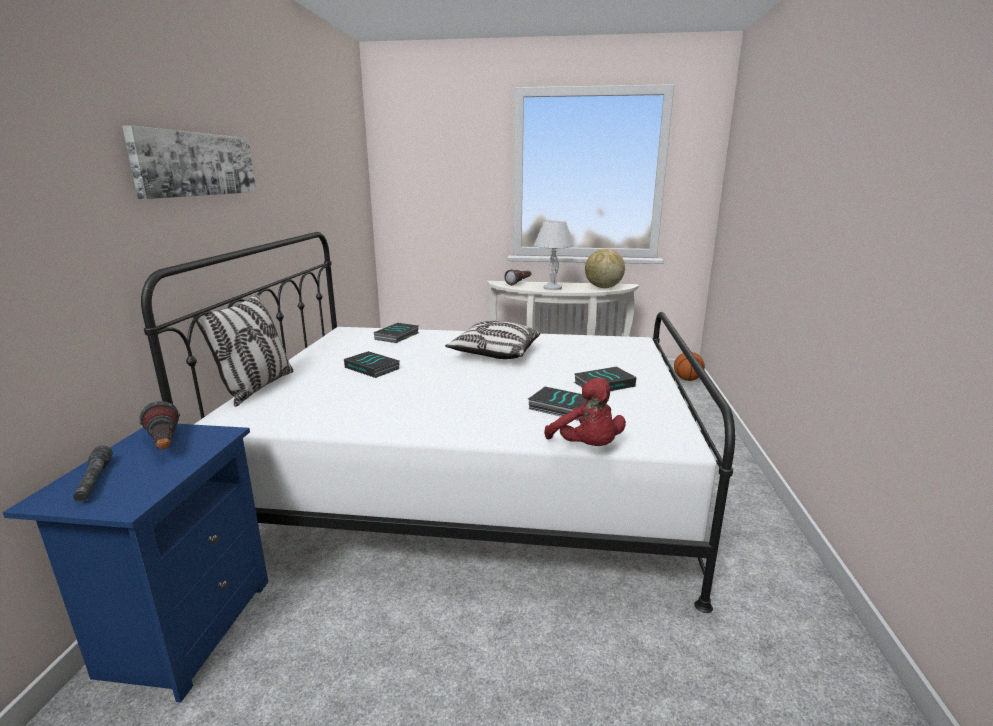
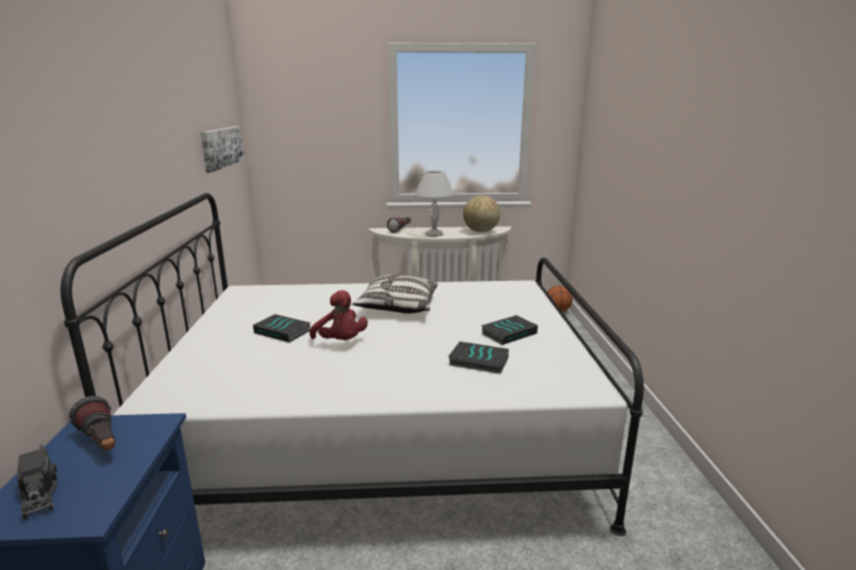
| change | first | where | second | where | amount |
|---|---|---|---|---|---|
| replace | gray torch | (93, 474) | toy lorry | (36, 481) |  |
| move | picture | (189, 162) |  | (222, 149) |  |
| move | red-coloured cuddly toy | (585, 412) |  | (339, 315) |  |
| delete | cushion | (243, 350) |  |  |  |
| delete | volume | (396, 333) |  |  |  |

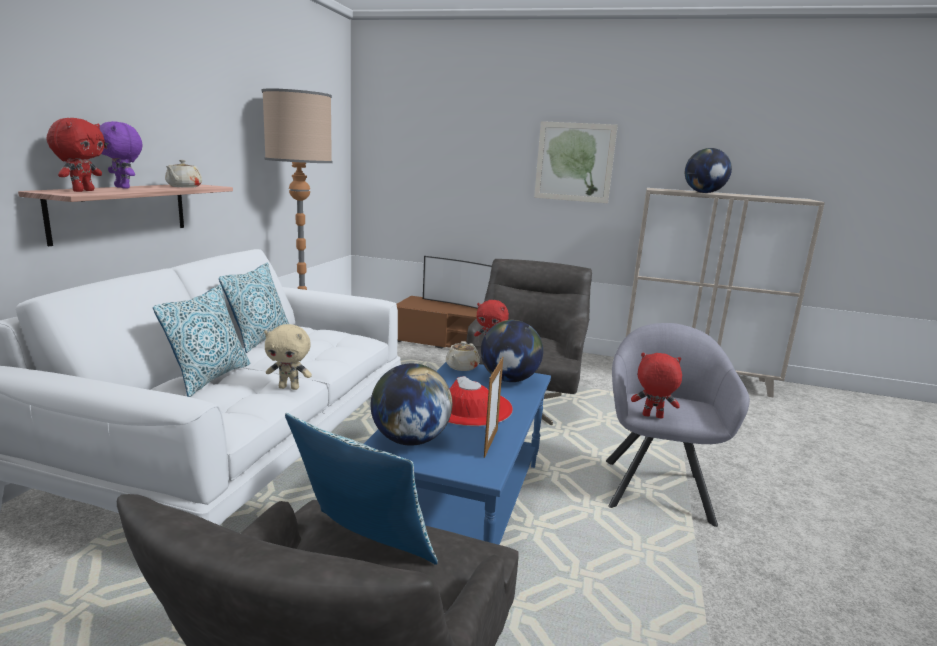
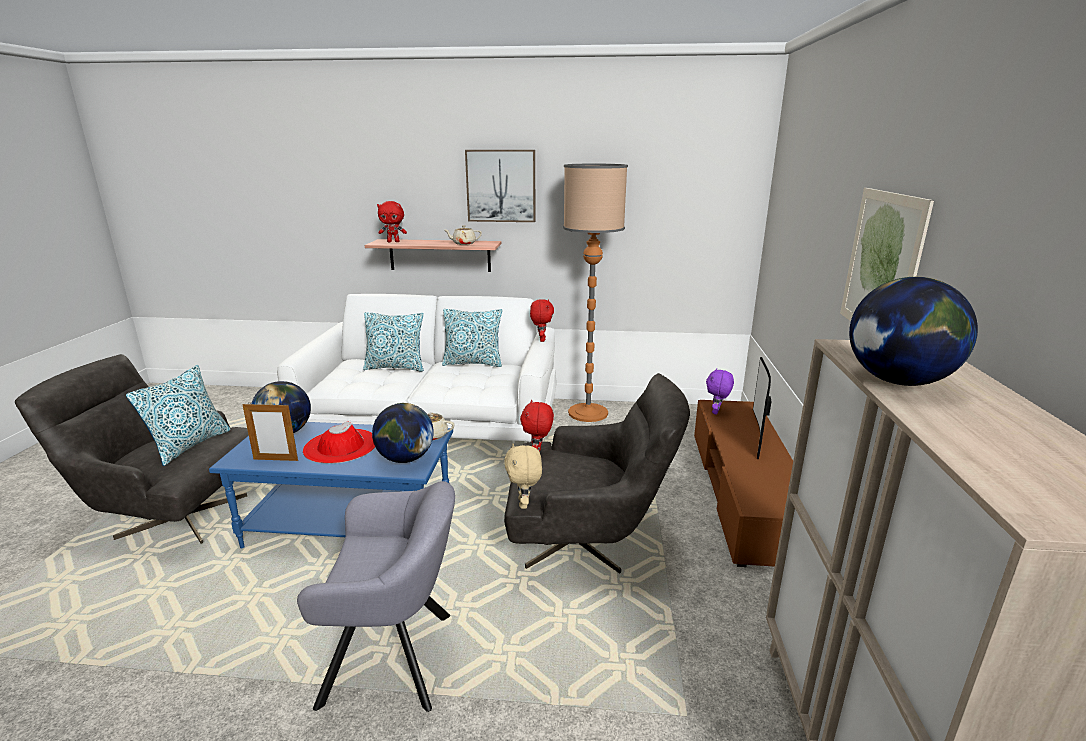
| change | first | where | second | where | amount |
|---|---|---|---|---|---|
| insert |  |  | picture | (500, 186) |  |
| move | beige-coloured cuddly toy | (288, 357) |  | (523, 476) |  |
| move | red-coloured cuddly toy | (656, 385) |  | (542, 320) |  |
| move | purple cuddly toy | (121, 155) |  | (720, 391) |  |

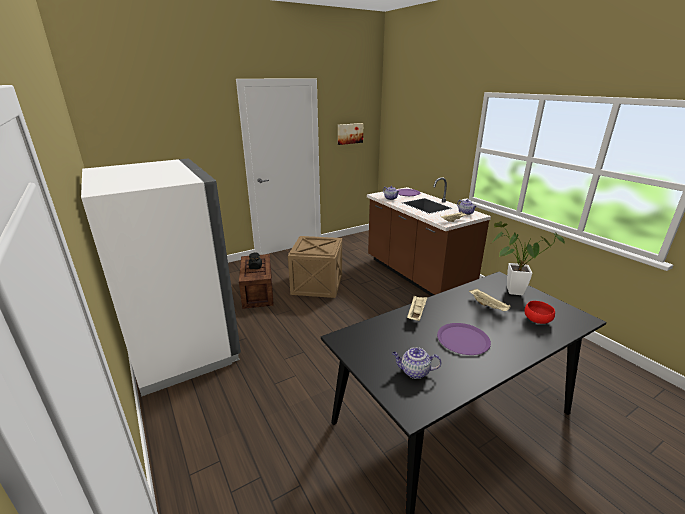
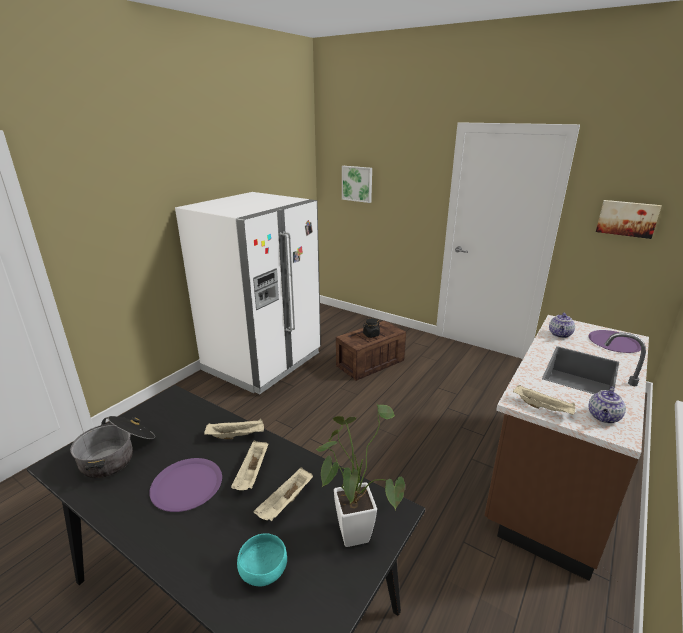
| change | first | where | second | where | amount |
|---|---|---|---|---|---|
| replace | pot for tea | (416, 363) | saucepot | (112, 447) |  |
| insert |  |  | beige-coloured tray | (249, 465) |  |
| recolor | red-coloured serving bowl | (540, 312) | turquoise-coloured serving bowl | (262, 560) |  |
| insert |  |  | picture | (357, 184) |  |
| delete | crate | (315, 267) |  |  |  |

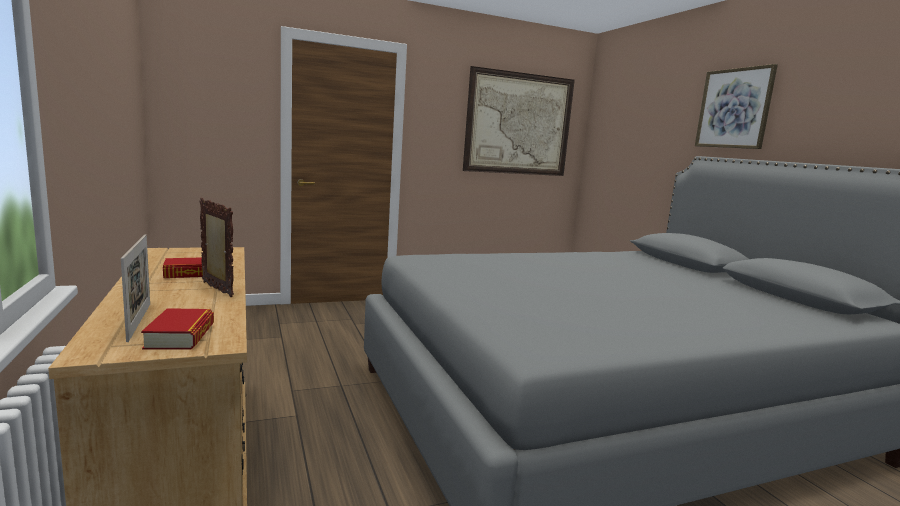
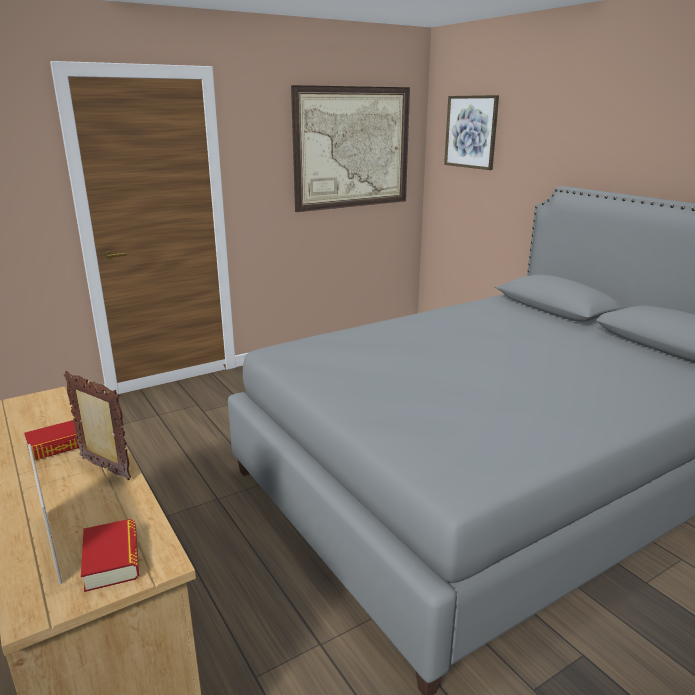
| change | first | where | second | where | amount |
|---|---|---|---|---|---|
| move | picture | (736, 106) |  | (471, 132) |  |

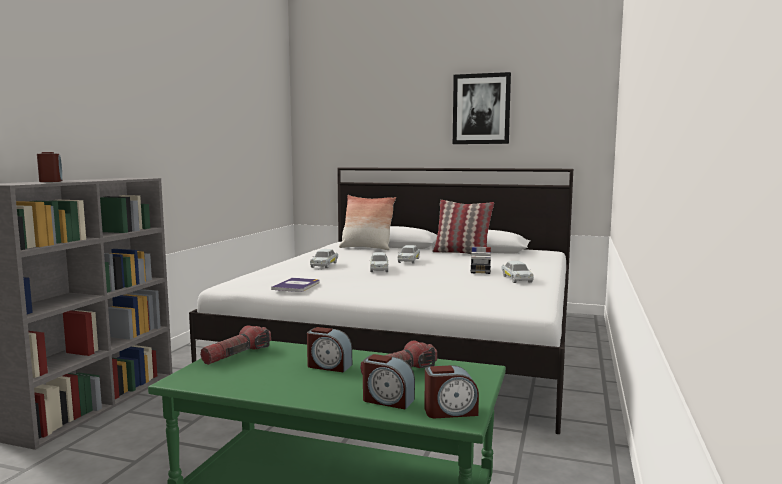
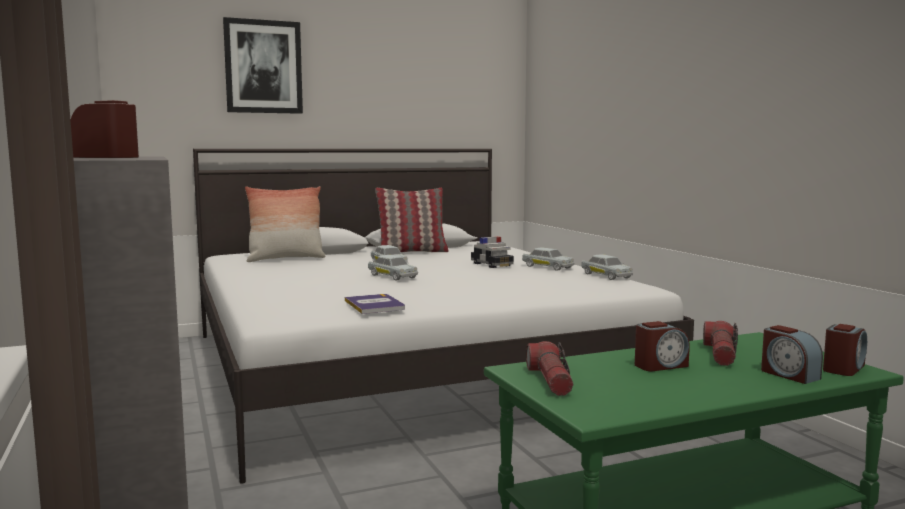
| change | first | where | second | where | amount |
|---|---|---|---|---|---|
| move | picture | (482, 108) |  | (263, 65) |  |
| move | white model car | (324, 258) |  | (607, 267) |  |
| rotate | table clock | (389, 381) |  | (792, 354) | 75 degrees clockwise |

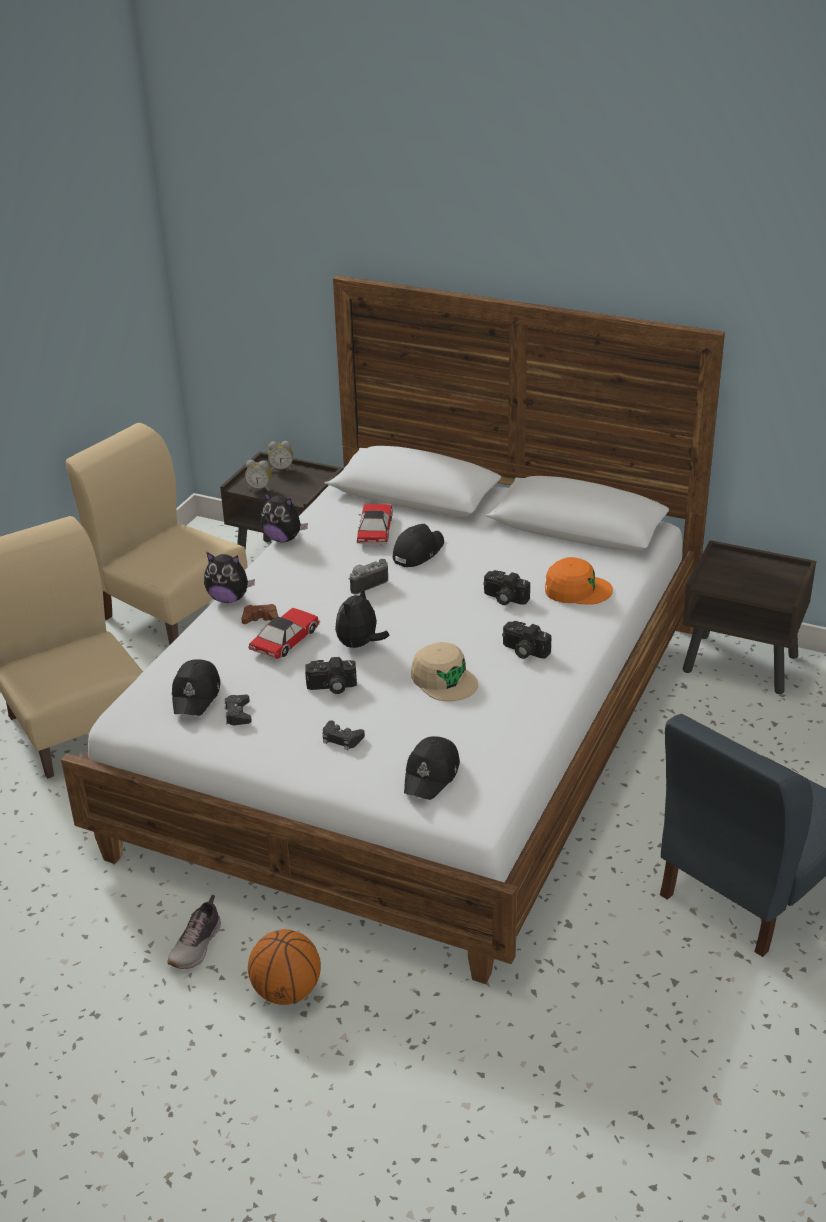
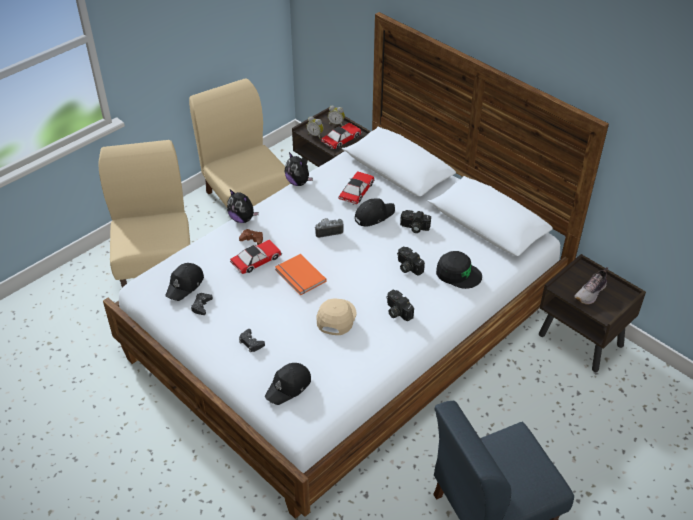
| change | first | where | second | where | amount |
|---|---|---|---|---|---|
| replace | cuddly toy | (362, 617) | orange-coloured volume | (301, 275) |  |
| rotate | beige-coloured peaked cap | (444, 671) |  | (337, 316) | 150 degrees counterclockwise |
| insert |  |  | model car | (341, 136) |  |
| move | photo camera | (331, 675) |  | (415, 221) |  |
| recolor | orange-coloured peaked cap | (579, 581) | black peaked cap | (459, 270) |  |
| move | item of footwear | (194, 932) |  | (591, 285) |  |
| delete | ball for basketball | (284, 967) |  |  |  |

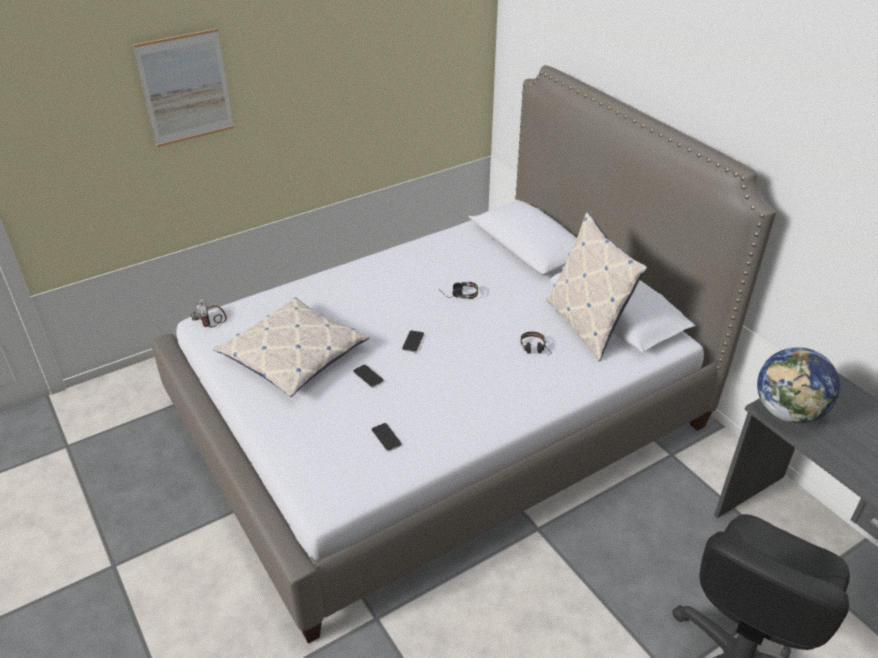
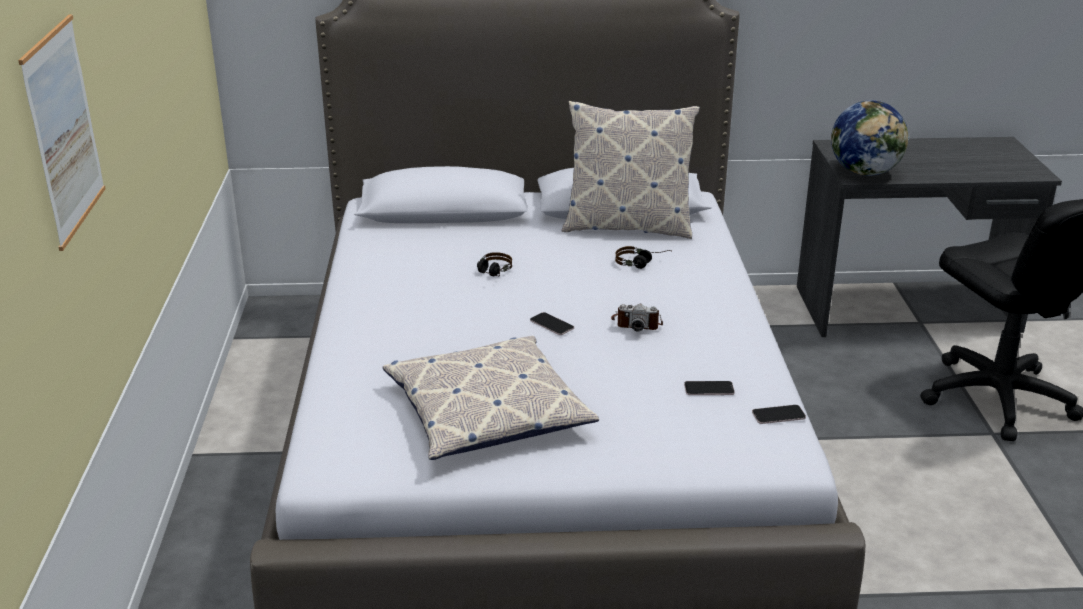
| change | first | where | second | where | amount |
|---|---|---|---|---|---|
| move | photo camera | (208, 313) |  | (637, 317) |  |
| move | telephone | (368, 376) |  | (779, 414) |  |

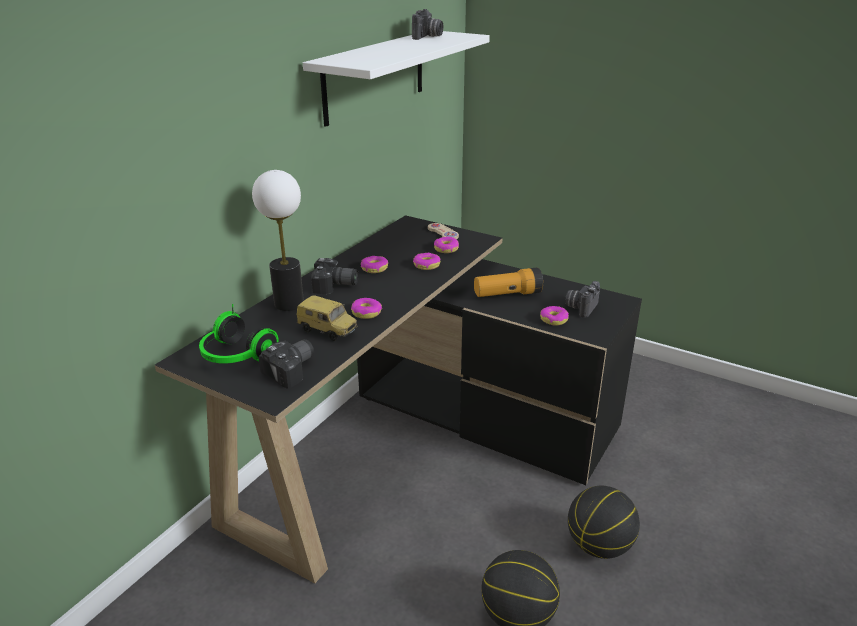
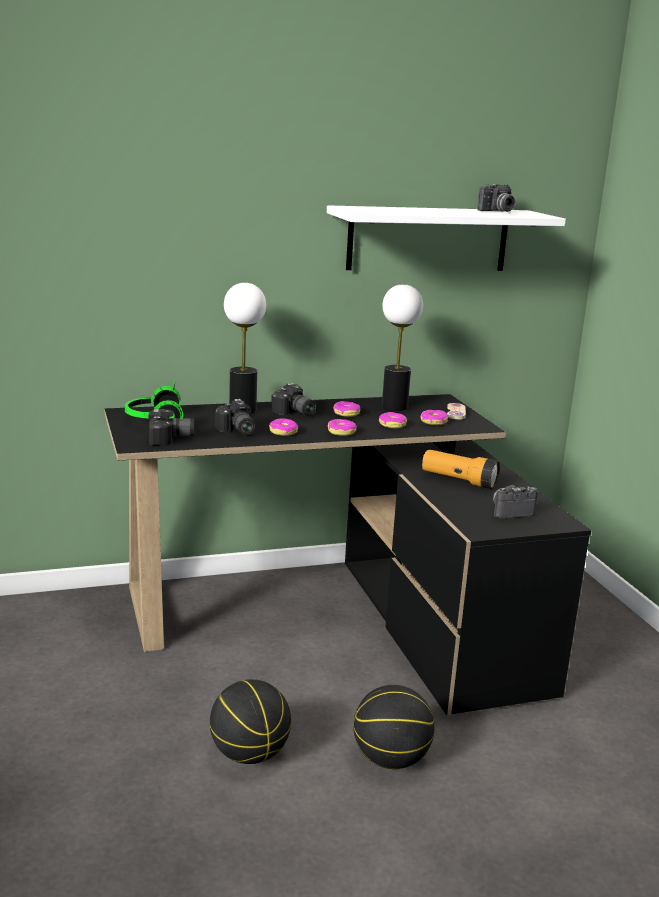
| change | first | where | second | where | amount |
|---|---|---|---|---|---|
| replace | model car | (327, 318) | photo camera | (235, 417) |  |
| move | donut | (554, 315) |  | (342, 427) |  |
| insert |  |  | table lamp | (402, 347) |  |

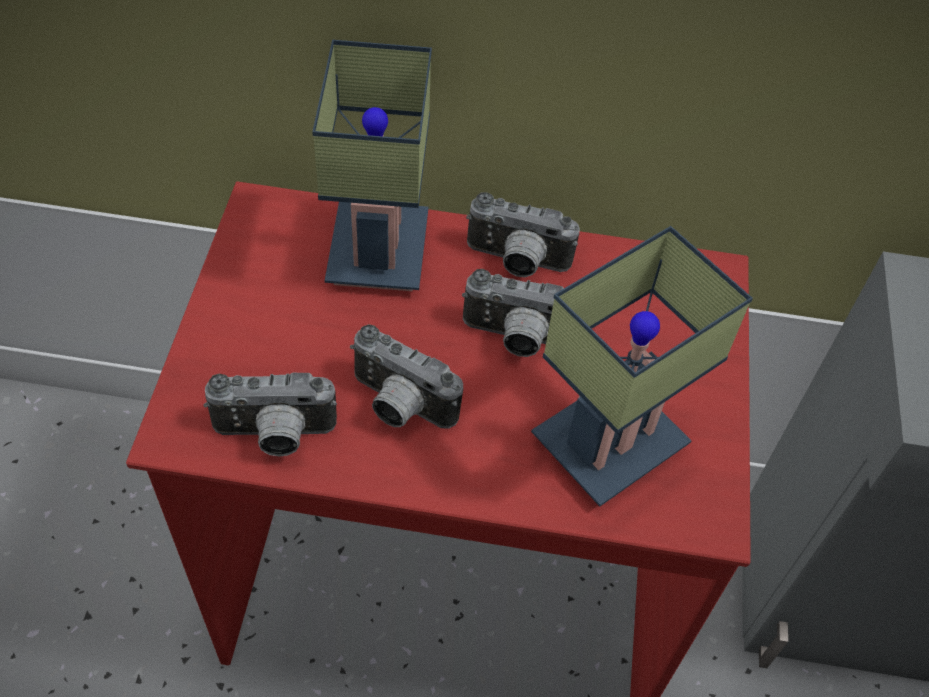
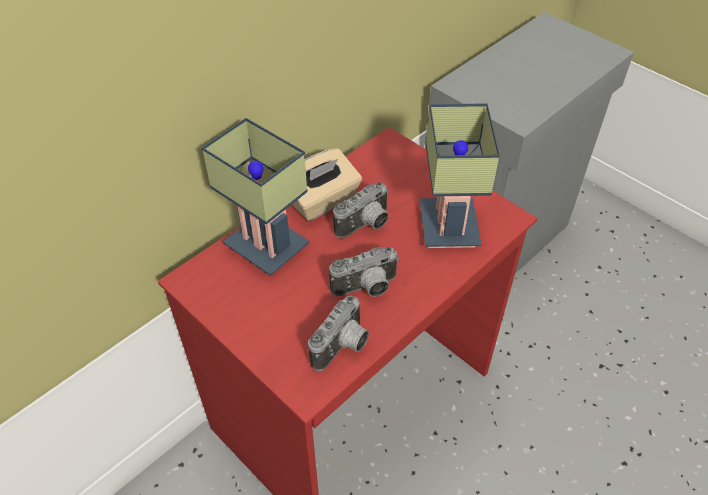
| change | first | where | second | where | amount |
|---|---|---|---|---|---|
| replace | photo camera | (523, 234) | beige-coloured tissue box | (327, 184) |  |

